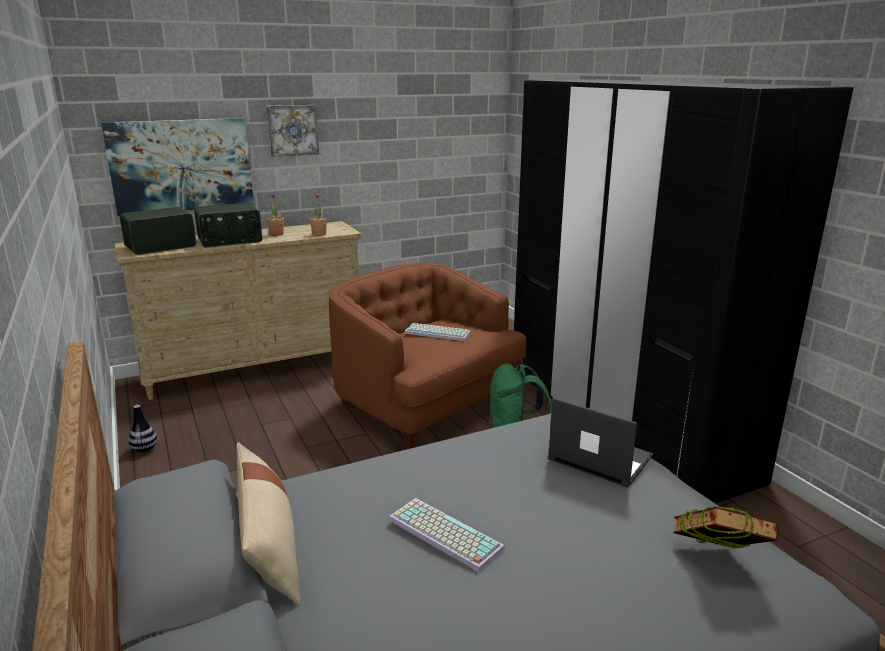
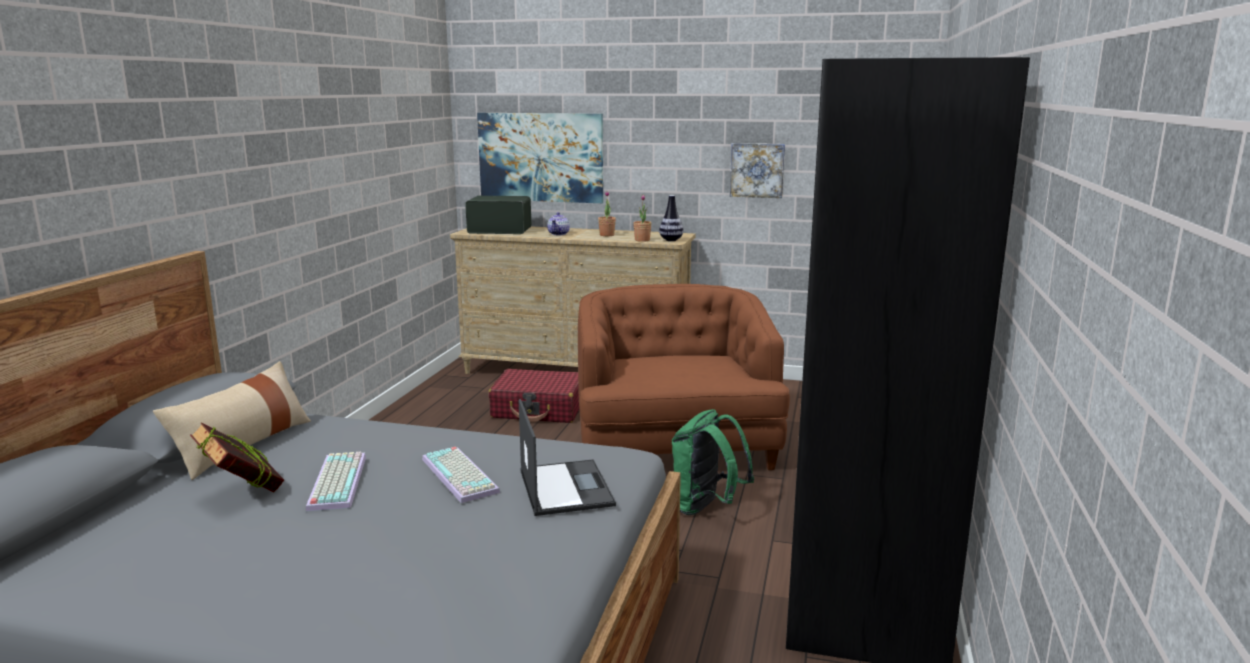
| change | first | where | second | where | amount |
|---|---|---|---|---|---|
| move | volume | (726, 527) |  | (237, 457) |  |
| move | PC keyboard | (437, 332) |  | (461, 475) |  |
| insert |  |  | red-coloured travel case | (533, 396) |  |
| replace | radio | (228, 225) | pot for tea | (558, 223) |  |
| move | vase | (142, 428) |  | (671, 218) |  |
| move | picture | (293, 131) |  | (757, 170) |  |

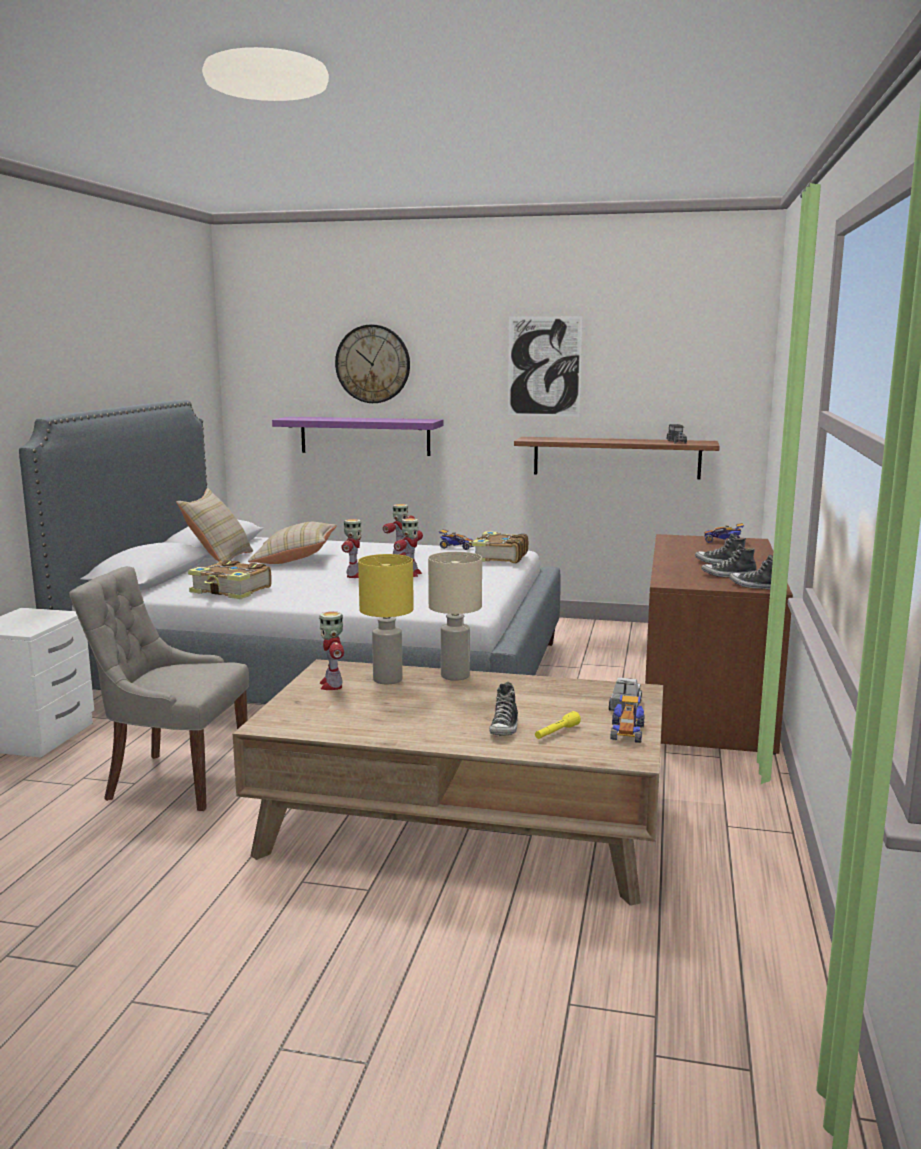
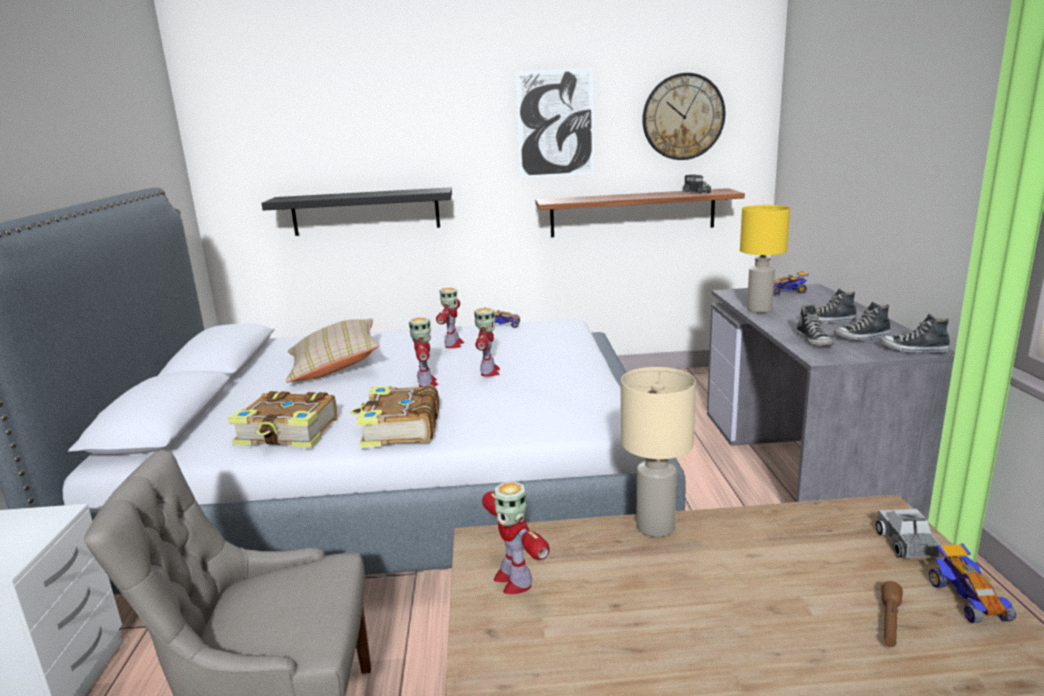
| change | first | where | second | where | amount |
|---|---|---|---|---|---|
| recolor | purple bracket shelf | (357, 436) | black bracket shelf | (356, 211) |  |
| move | volume | (498, 547) |  | (394, 416) |  |
| move | clock on the wall | (372, 364) |  | (684, 116) |  |
| recolor | brownish desk unit | (719, 644) | gray desk unit | (831, 402) |  |
| move | yellow-coloured table lamp | (386, 619) |  | (765, 259) |  |
| move | item of footwear | (503, 709) |  | (815, 325) |  |
| recolor | yellow-coloured torch | (558, 725) | brownish torch | (892, 614) |  |
| delete | beige-coloured cushion | (214, 524) |  |  |  |

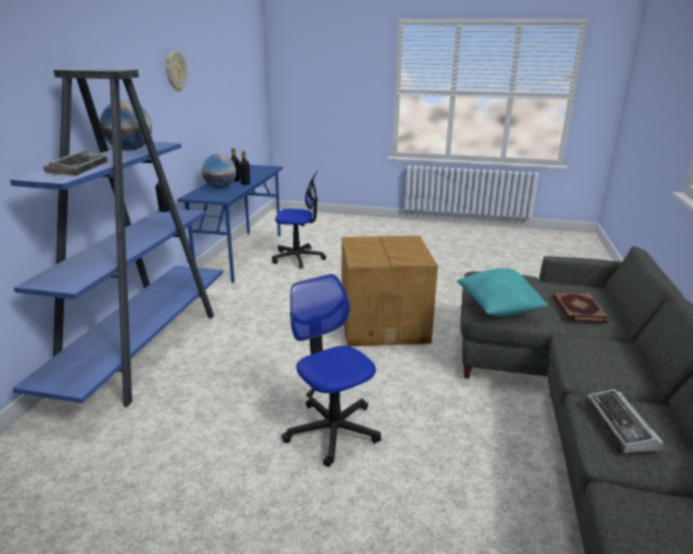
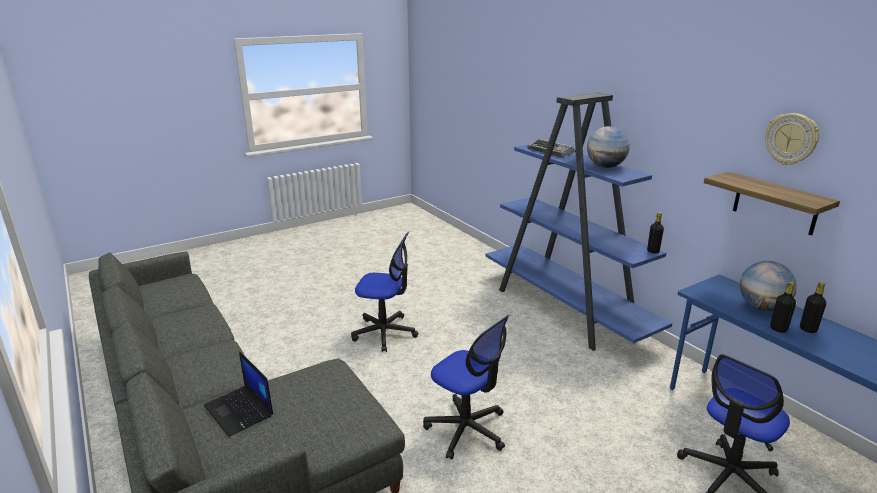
| change | first | where | second | where | amount |
|---|---|---|---|---|---|
| replace | volume | (581, 307) | laptop | (238, 394) |  |
| replace | cardboard box | (390, 291) | computer chair | (466, 387) |  |
| insert |  |  | bracket shelf | (772, 203) |  |
| delete | turquoise-coloured cushion | (502, 292) |  |  |  |
| delete | PC keyboard | (625, 421) |  |  |  |

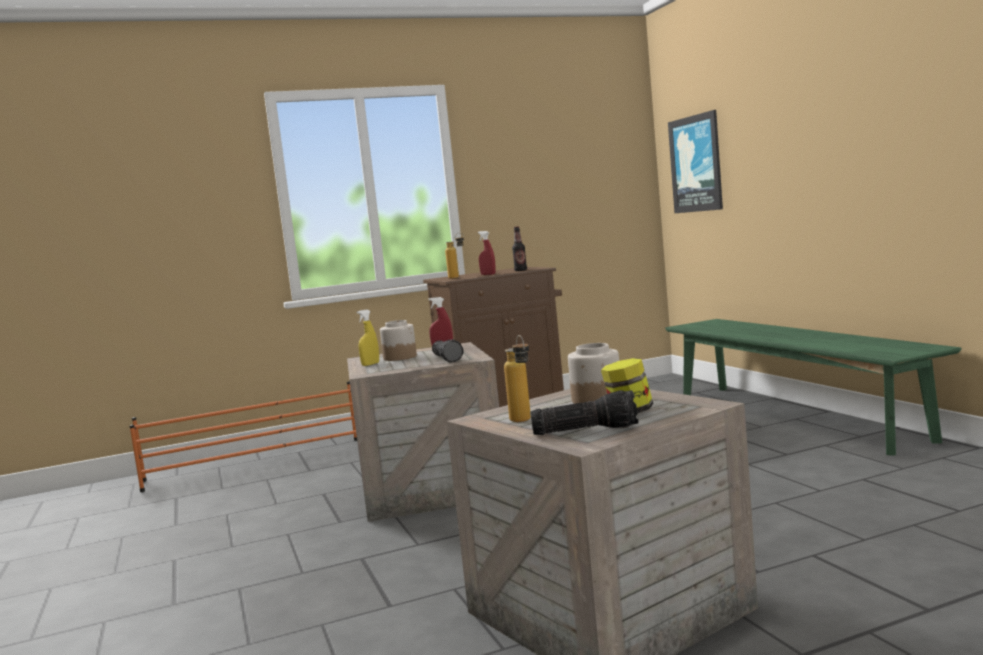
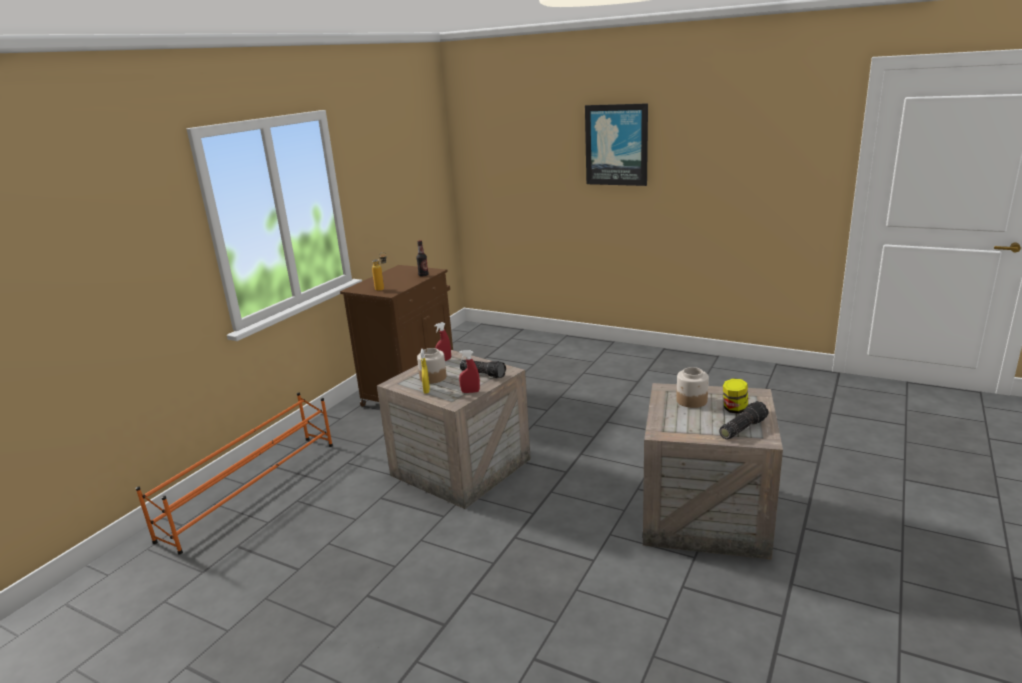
| change | first | where | second | where | amount |
|---|---|---|---|---|---|
| move | red-coloured hand sprayer | (487, 253) |  | (469, 371) |  |
| move | picture | (695, 161) |  | (616, 144) |  |
| delete | drink bottle | (517, 378) |  |  |  |
| delete | green bench | (813, 387) |  |  |  |

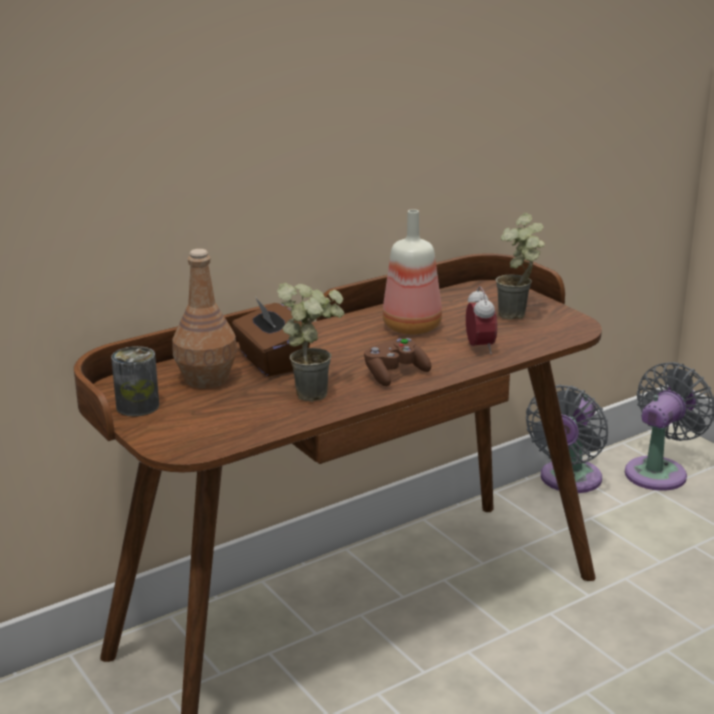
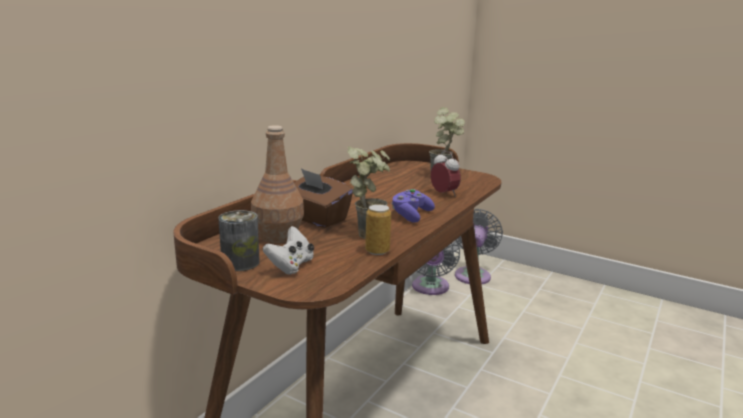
| change | first | where | second | where | amount |
|---|---|---|---|---|---|
| insert |  |  | white game controller | (288, 250) |  |
| insert |  |  | can | (378, 229) |  |
| recolor | brownish game controller | (398, 362) | purple game controller | (413, 206) |  |
| delete | drink bottle | (412, 272) |  |  |  |

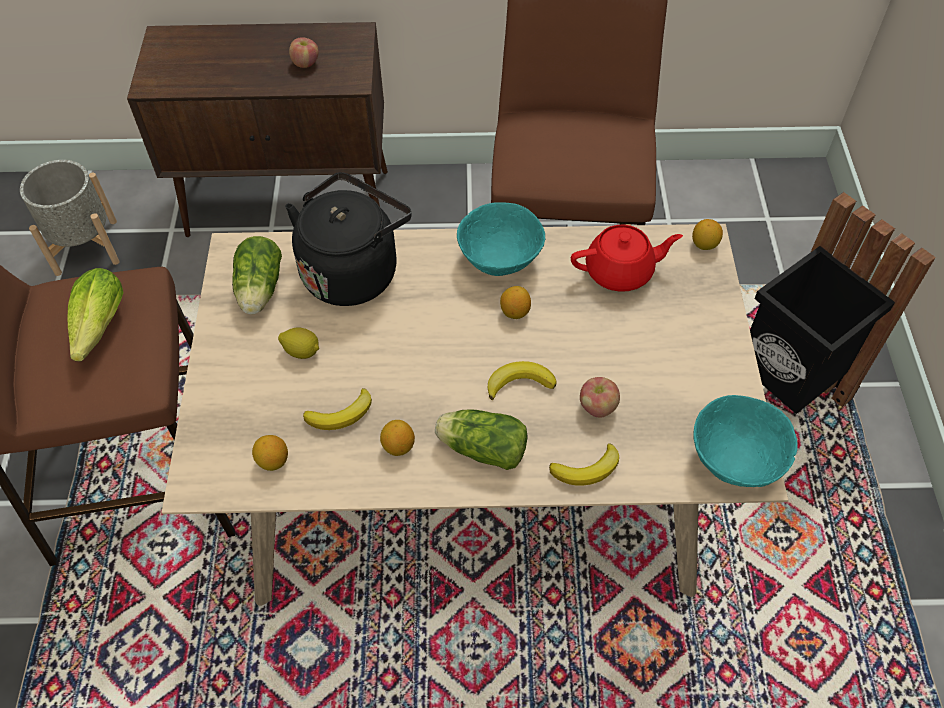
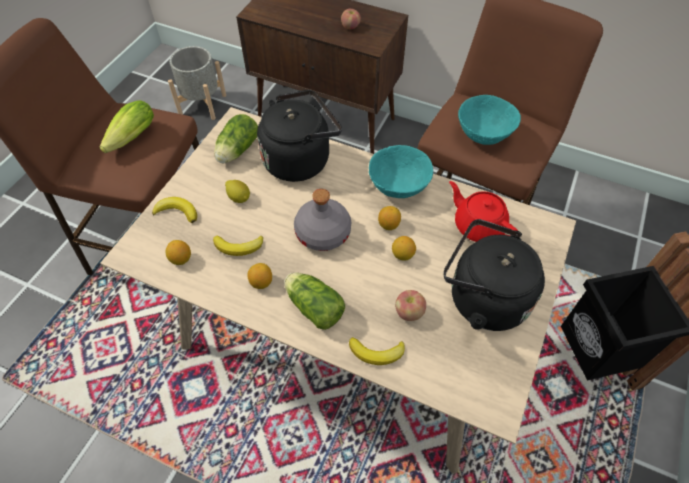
| change | first | where | second | where | amount |
|---|---|---|---|---|---|
| move | whole banana | (522, 380) |  | (174, 210) |  |
| insert |  |  | gray drink bottle | (322, 220) |  |
| move | citrus fruit | (707, 234) |  | (404, 248) |  |
| insert |  |  | black tea kettle | (494, 275) |  |
| rotate | red-coloured pot for tea | (627, 258) |  | (483, 211) | 150 degrees counterclockwise |
| move | turquoise-coloured serving bowl | (746, 441) |  | (489, 120) |  |

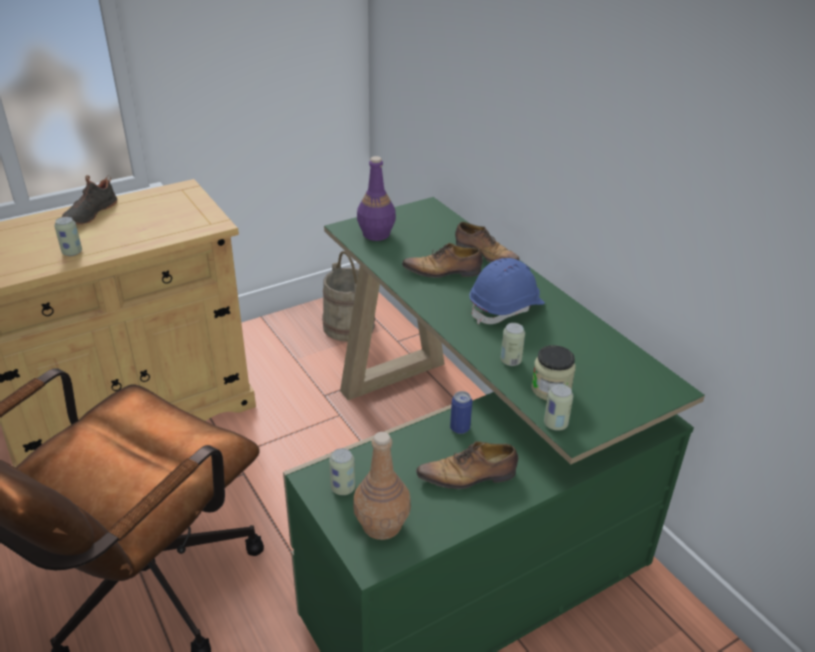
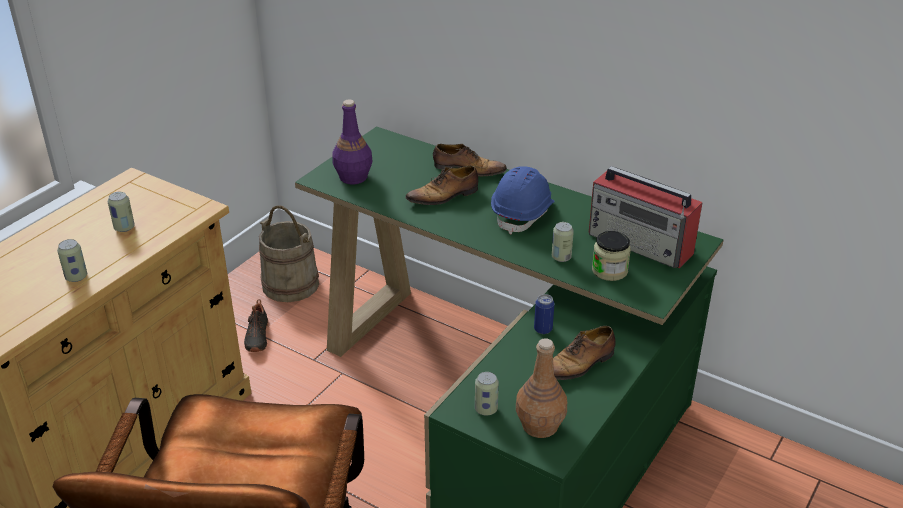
| change | first | where | second | where | amount |
|---|---|---|---|---|---|
| move | can | (558, 407) |  | (121, 212) |  |
| move | black item of footwear | (89, 200) |  | (256, 325) |  |
| insert |  |  | radio | (646, 217) |  |

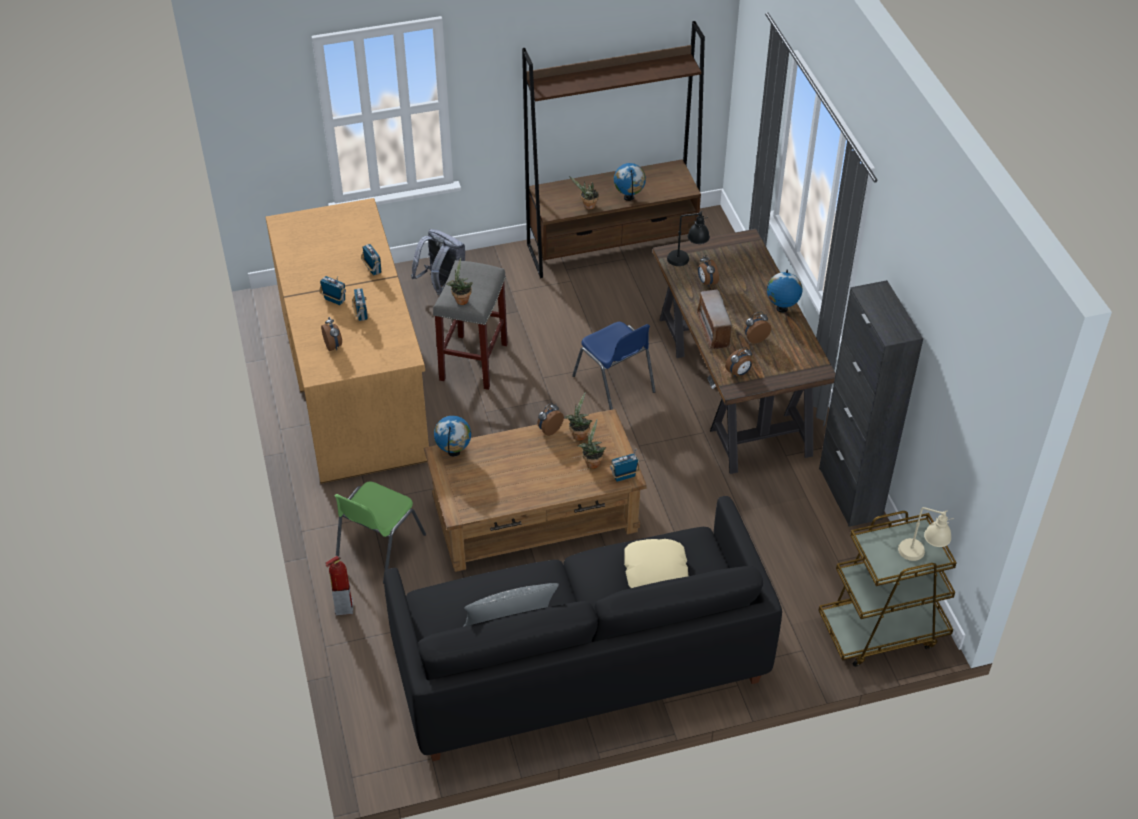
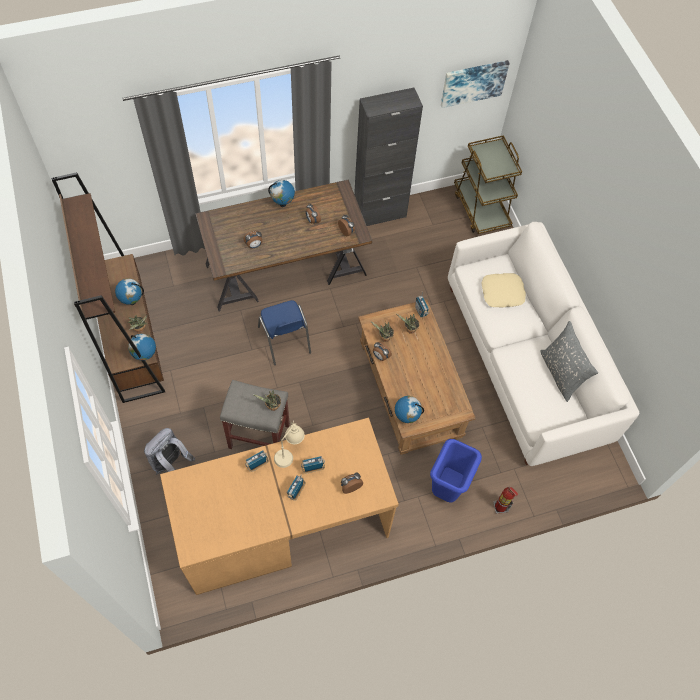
| change | first | where | second | where | amount |
|---|---|---|---|---|---|
| insert |  |  | globe | (142, 347) |  |
| rotate | blue-coloured chair | (614, 366) |  | (284, 332) | 105 degrees clockwise |
| move | beige-coloured table lamp | (926, 534) |  | (289, 444) |  |
| replace | green chair | (380, 532) | blue-coloured waste bin | (456, 470) |  |
| insert |  |  | picture | (475, 84) |  |
| recolor | black couch | (583, 628) | white couch | (543, 344) |  |
| delete | black table lamp | (688, 238) |  |  |  |
| delete | radio | (714, 320) |  |  |  |

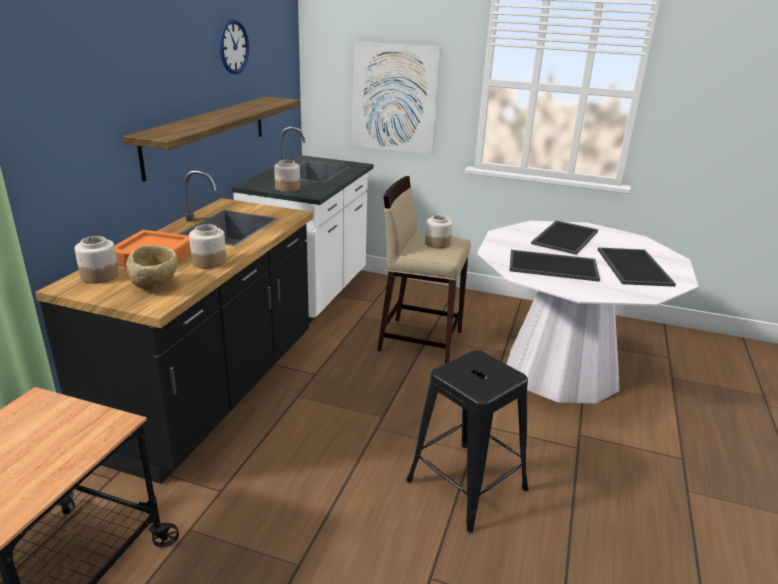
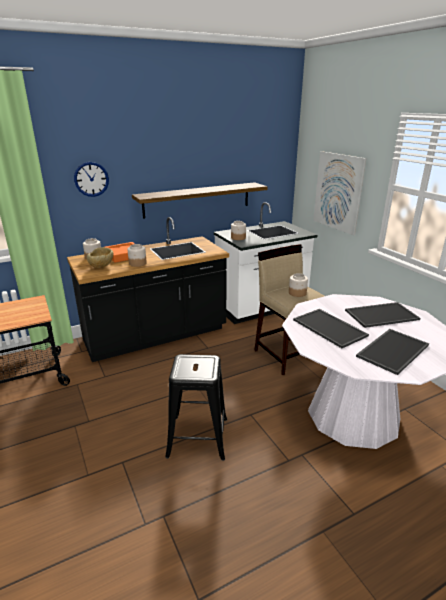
| change | first | where | second | where | amount |
|---|---|---|---|---|---|
| move | clock on the wall | (234, 46) |  | (91, 179) |  |

